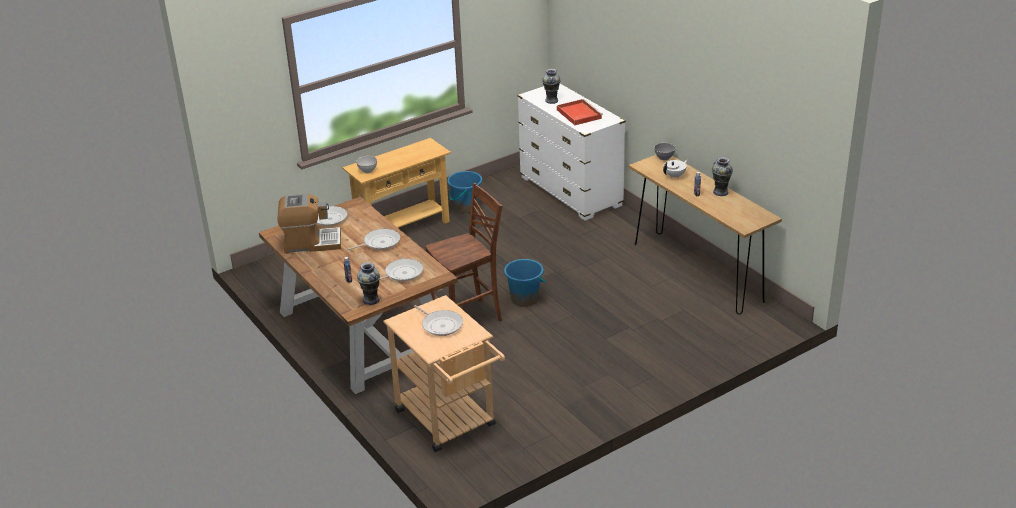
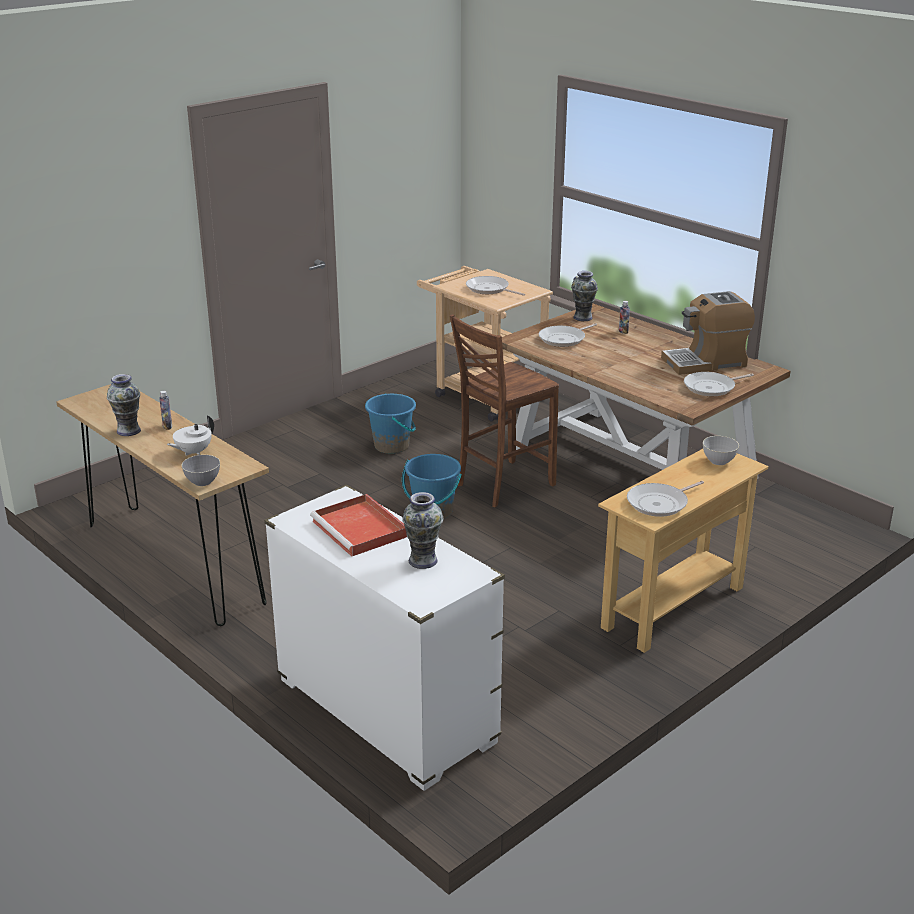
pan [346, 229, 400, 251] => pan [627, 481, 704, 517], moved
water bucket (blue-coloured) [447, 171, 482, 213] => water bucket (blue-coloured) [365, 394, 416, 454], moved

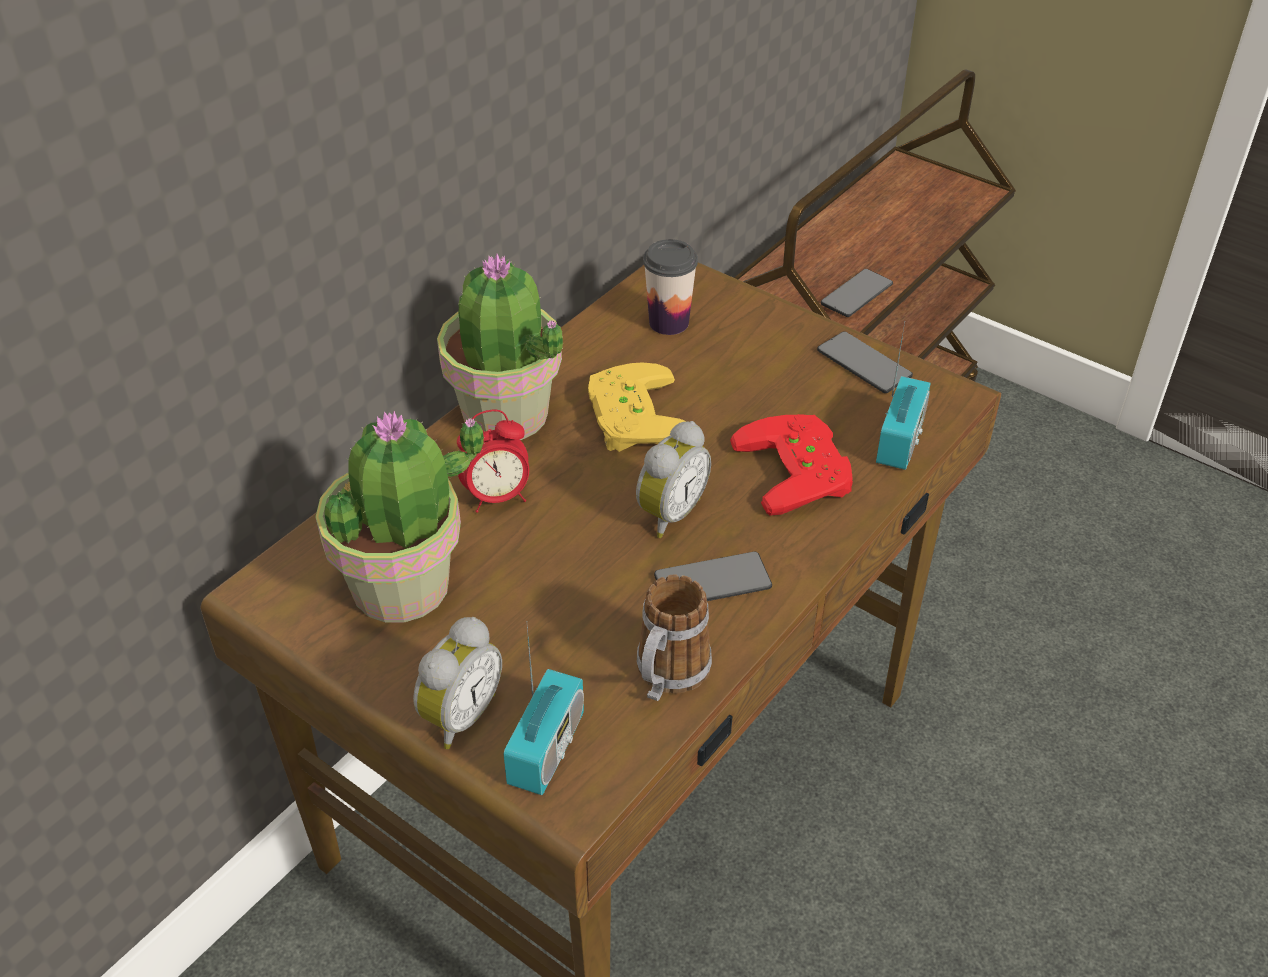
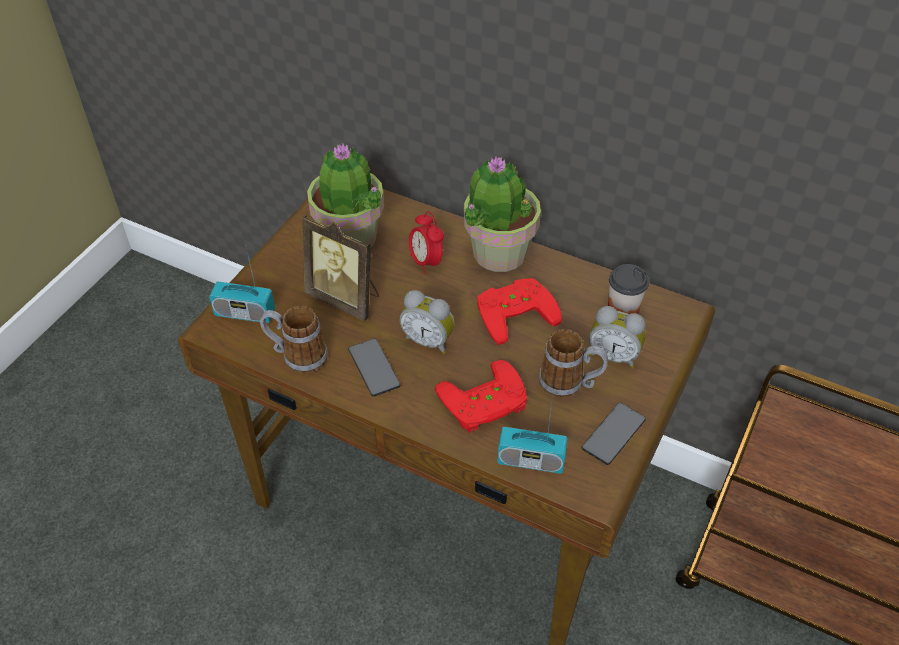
table clock [413, 617, 502, 749] => table clock [589, 306, 646, 368], moved
game controller (yellow) [588, 362, 686, 452] => game controller (reddish) [477, 278, 562, 345]
telephone [821, 269, 893, 317] => nothing
nothing => picture frame [303, 215, 379, 321]
nothing => tea mug [539, 329, 608, 398]

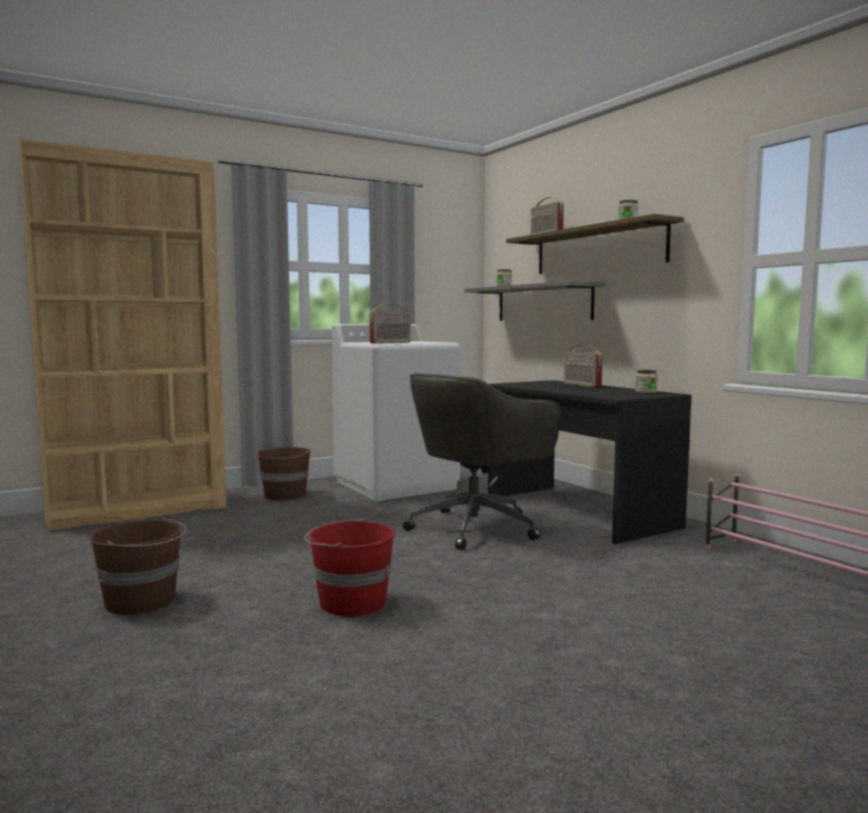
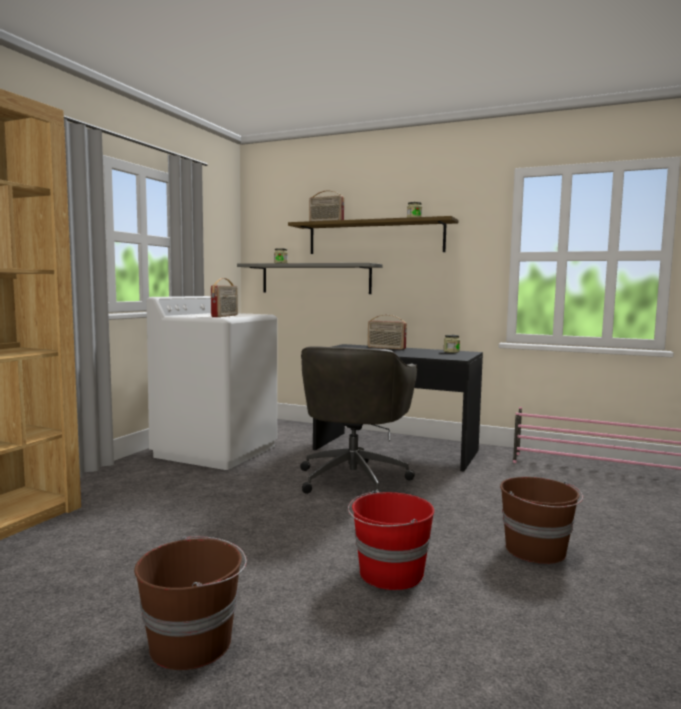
water bucket (brown-coloured) [255, 447, 311, 500] => water bucket (brown-coloured) [500, 477, 583, 564], moved

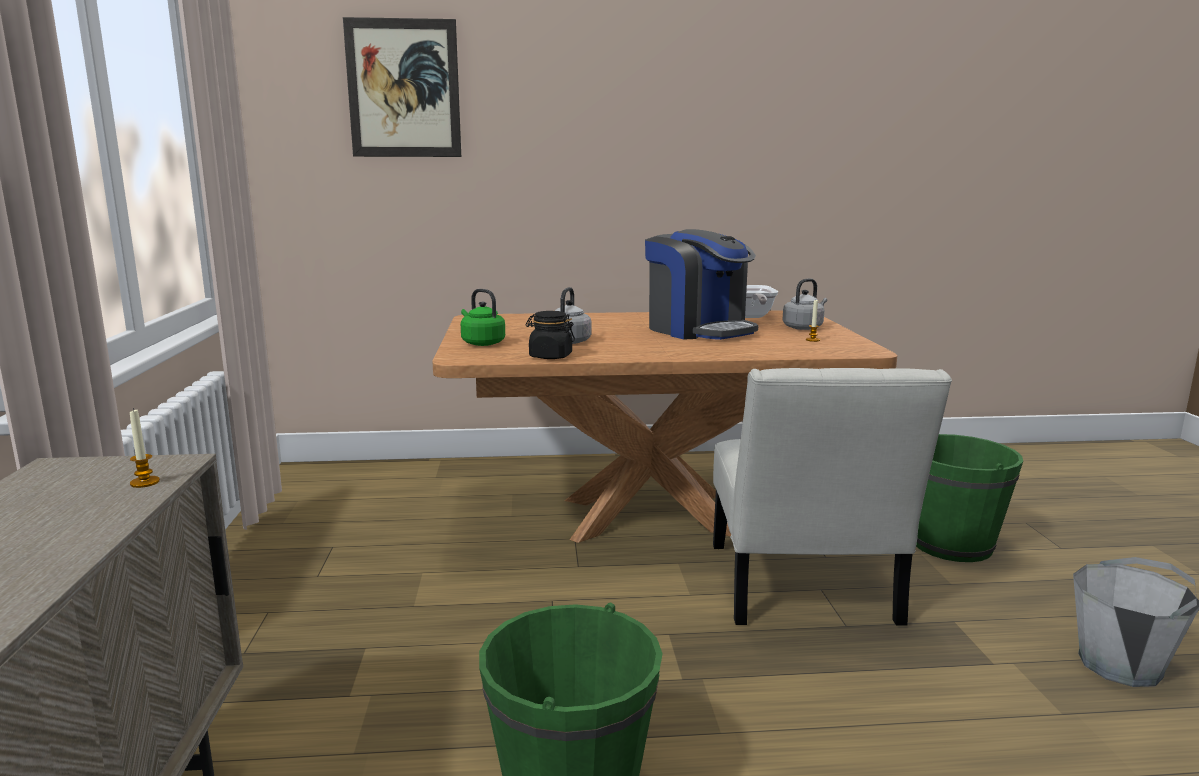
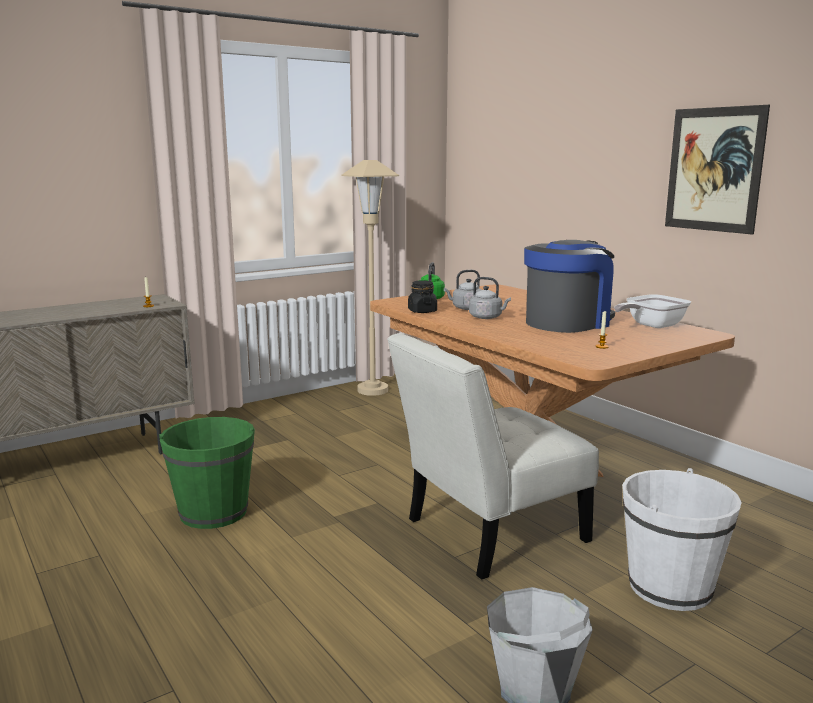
wall picture [343, 17, 461, 157] => wall picture [665, 105, 770, 235], moved
coffee brewer [645, 229, 759, 340] => coffee brewer [524, 240, 615, 333], 150 degrees counterclockwise
tea kettle (grey) [782, 278, 827, 330] => tea kettle (grey) [469, 277, 511, 319], moved
water bucket (greenish) [916, 434, 1023, 562] => water bucket (white) [622, 468, 742, 611]
nothing => floor lamp (beige) [342, 160, 399, 396]

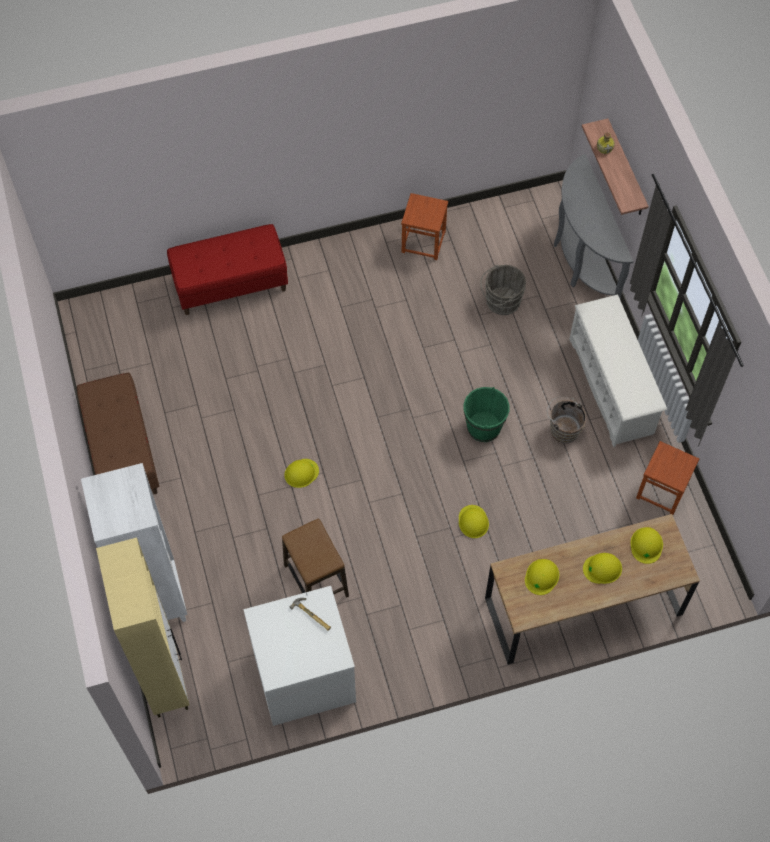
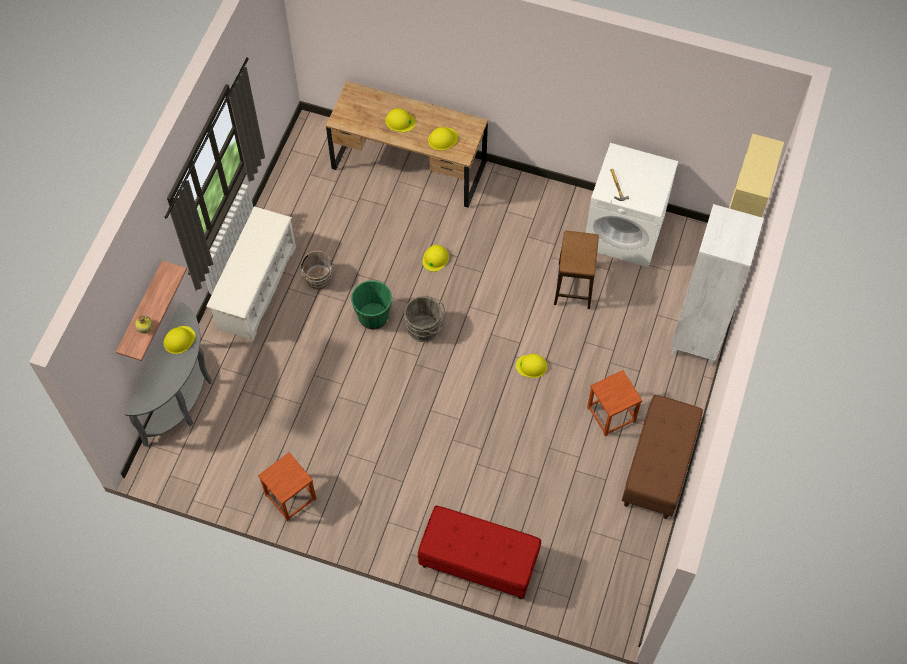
water bucket (grey) [480, 265, 526, 315] => water bucket (grey) [404, 295, 445, 342], moved
hard hat (yellow) [631, 527, 663, 564] => hard hat (yellow) [164, 326, 195, 354], moved
stool seat (brown-coloured) [636, 441, 699, 515] => stool seat (brown-coloured) [587, 370, 643, 436], moved

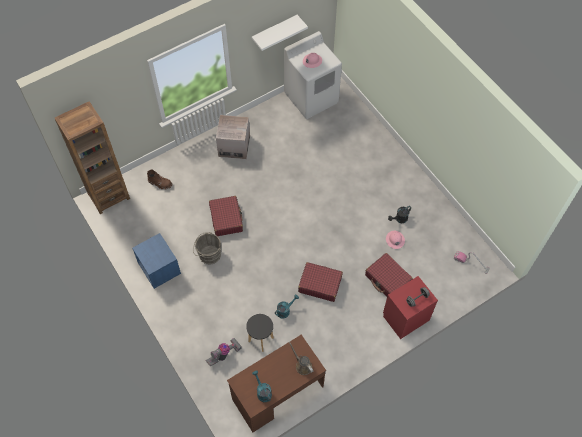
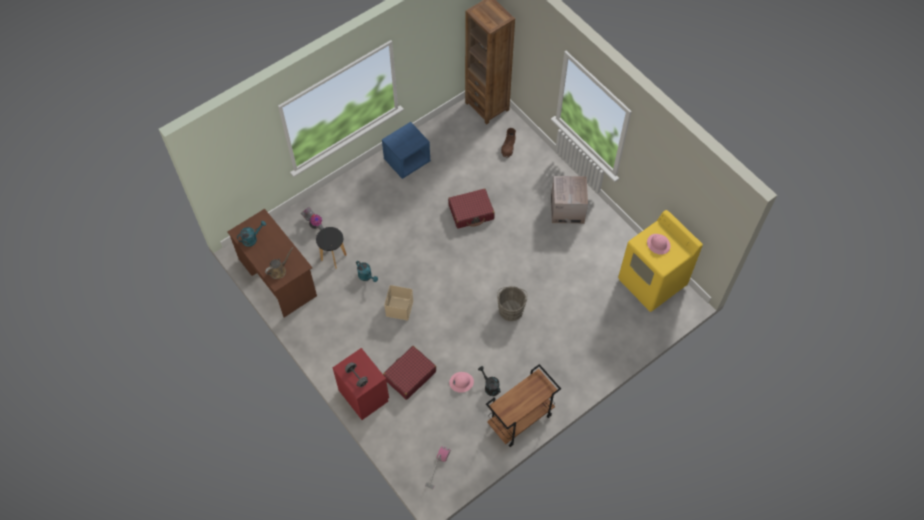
water bucket (grey) [193, 232, 222, 264] => water bucket (grey) [497, 286, 527, 321], moved
wall shelf (white) [252, 15, 308, 51] => nothing
laundry machine (white) [284, 31, 342, 119] => laundry machine (yellow) [618, 210, 703, 312]
piece of luggage (reddish) [298, 262, 343, 302] => storage bin (beige) [384, 285, 413, 321]
nothing => wheeled cart (brown-coloured) [486, 364, 561, 447]

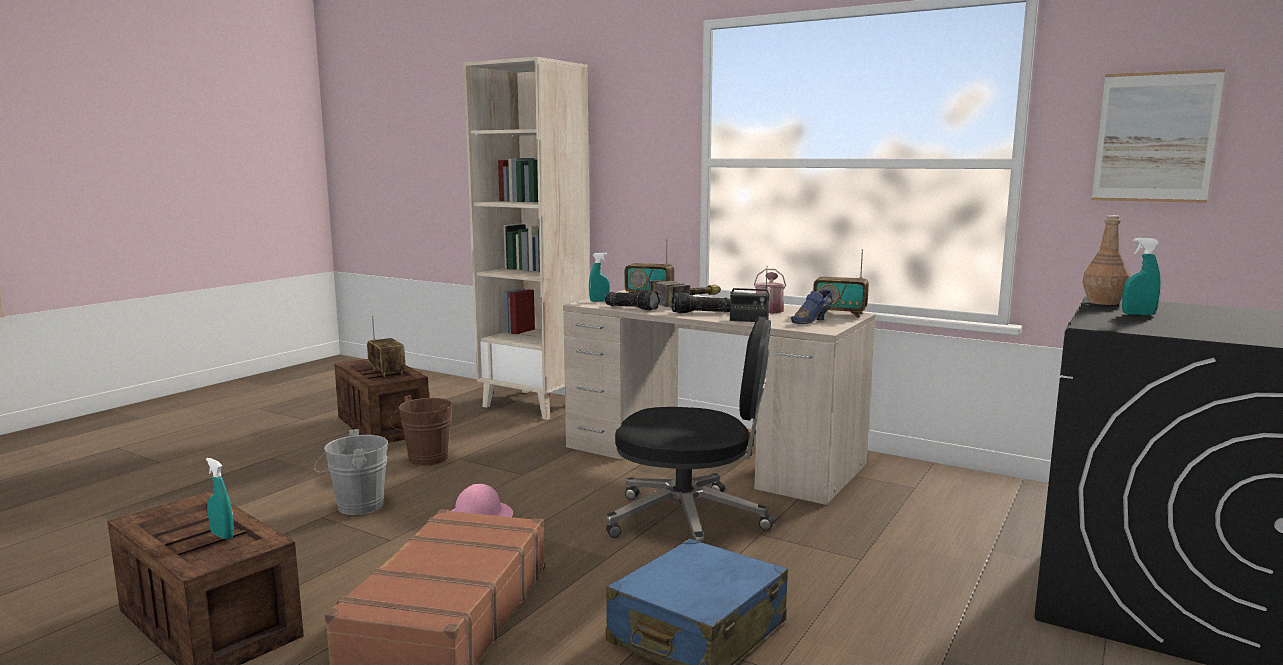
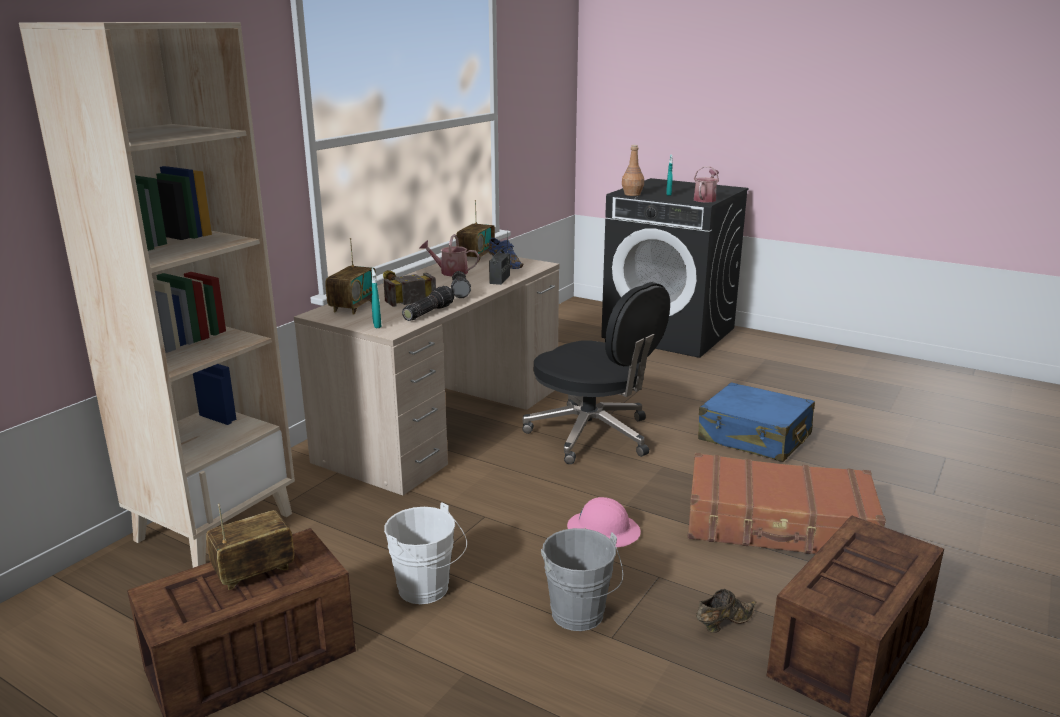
sprayer (blue-green) [206, 458, 234, 540] => nothing
water bucket (brown-coloured) [389, 395, 452, 466] => water bucket (white) [384, 502, 467, 604]
computer chair (black) [606, 317, 774, 544] => computer chair (black) [522, 282, 670, 464], 120 degrees clockwise
wall picture [1091, 69, 1225, 203] => nothing
nothing => watering pot [694, 166, 719, 203]
nothing => low shoe (brown-coloured) [696, 589, 756, 633]

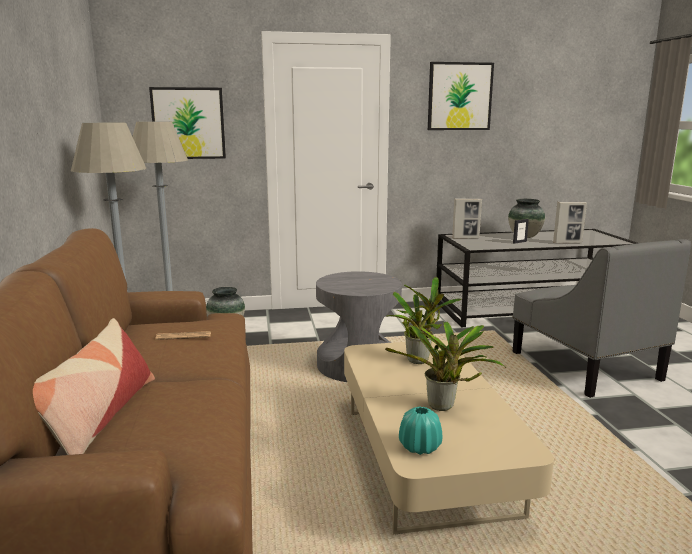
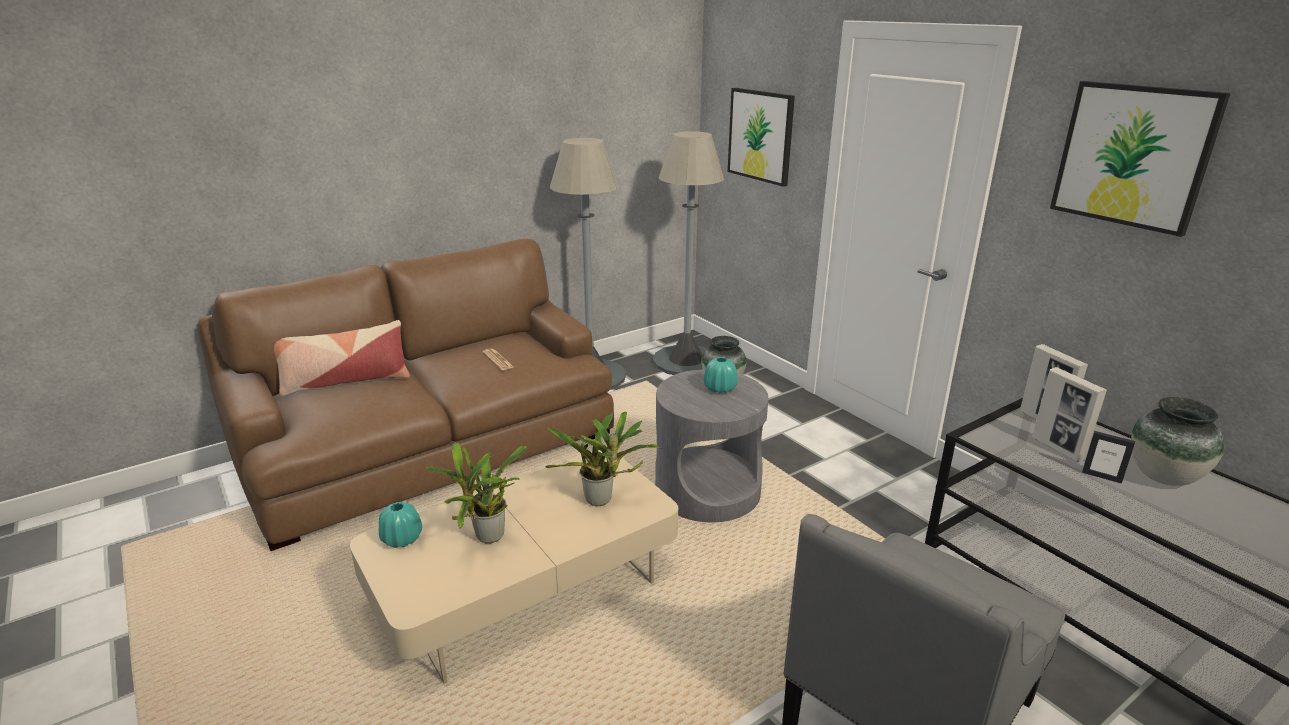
picture frame [553, 202, 587, 243] => picture frame [1032, 367, 1107, 462], moved
nothing => vase (blue-green) [704, 357, 738, 393]

